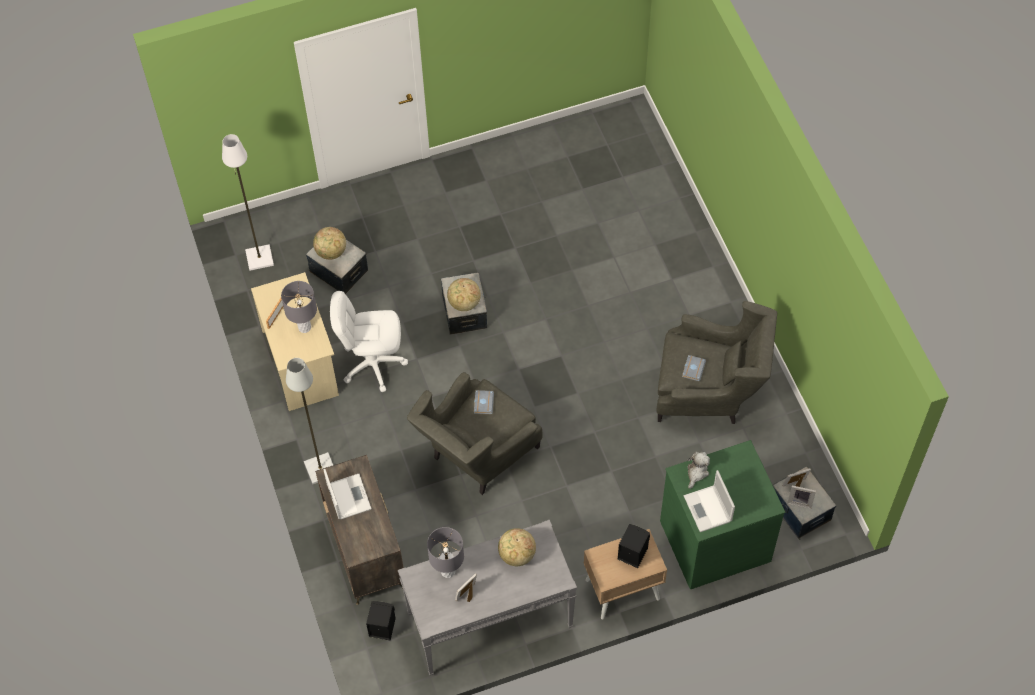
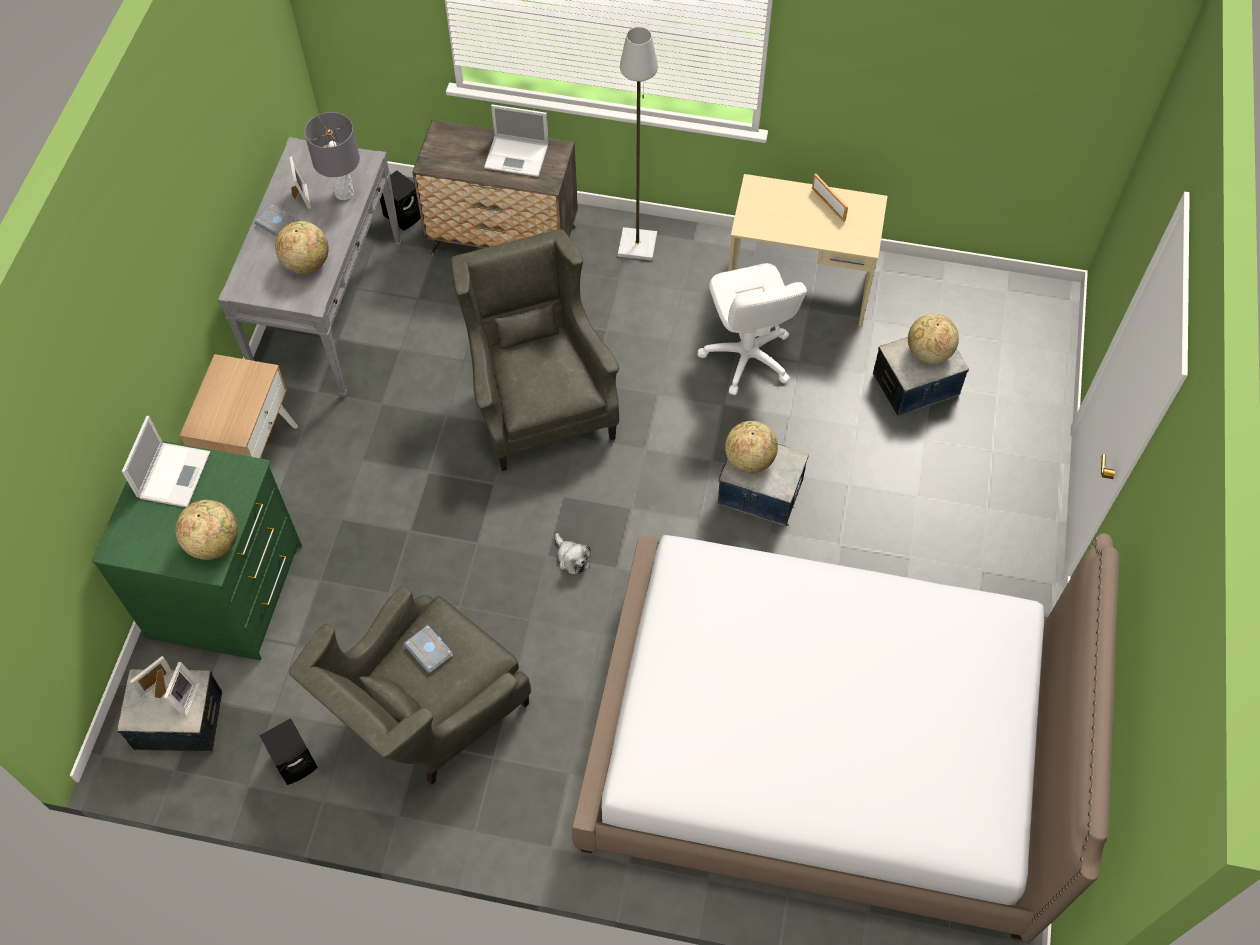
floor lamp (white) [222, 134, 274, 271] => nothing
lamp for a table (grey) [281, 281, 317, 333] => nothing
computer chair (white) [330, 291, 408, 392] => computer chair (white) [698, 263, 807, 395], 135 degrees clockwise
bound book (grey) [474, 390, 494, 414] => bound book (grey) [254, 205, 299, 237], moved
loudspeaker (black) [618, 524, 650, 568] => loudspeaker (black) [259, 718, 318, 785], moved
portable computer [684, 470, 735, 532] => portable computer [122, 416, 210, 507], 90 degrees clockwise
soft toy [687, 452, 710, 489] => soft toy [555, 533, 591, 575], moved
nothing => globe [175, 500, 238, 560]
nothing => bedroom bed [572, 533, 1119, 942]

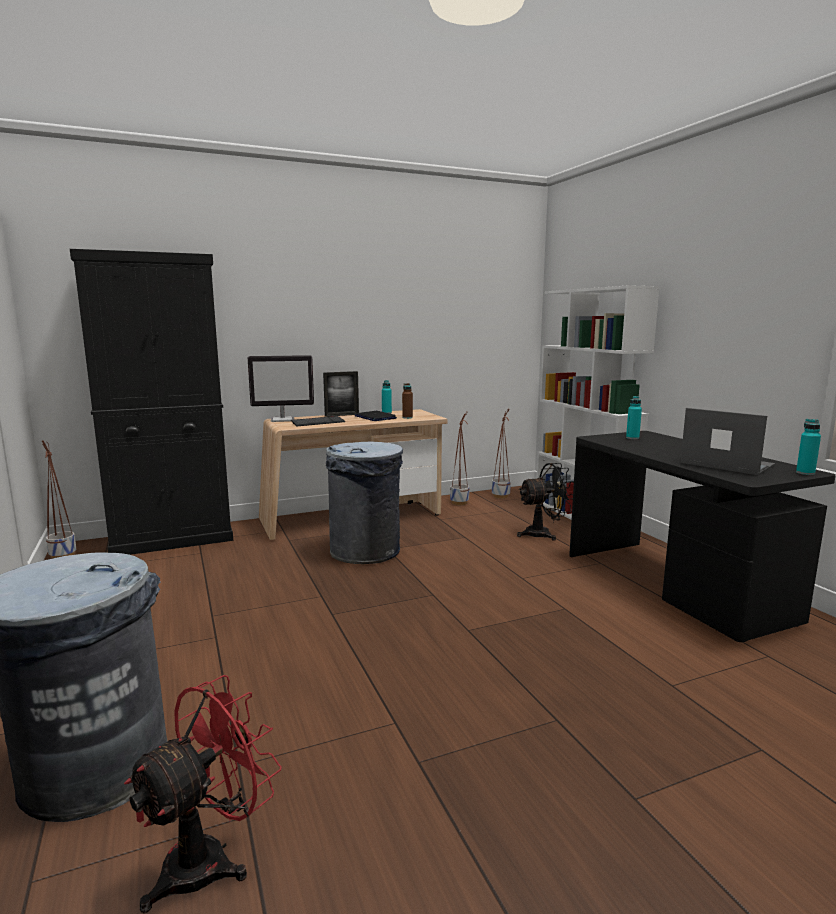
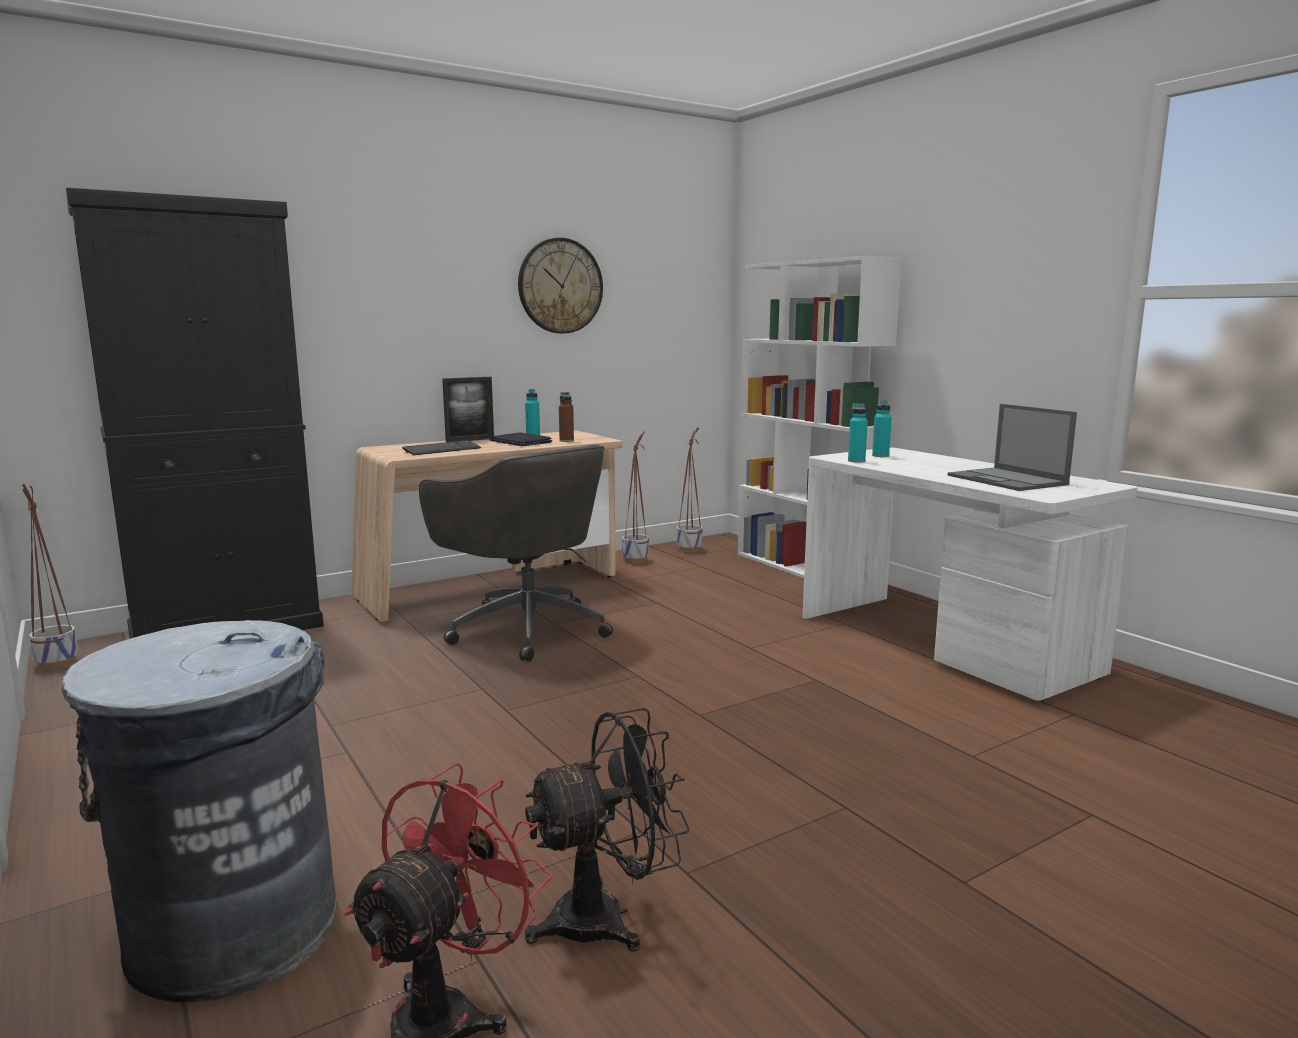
computer screen [247, 355, 314, 422] => nothing
trash can (grey) [326, 442, 403, 564] => computer chair (grey) [419, 444, 613, 662]
electric fan (black) [517, 463, 574, 541] => electric fan (black) [525, 708, 690, 952], moved
desk (black) [569, 431, 836, 642] => desk (white) [803, 447, 1138, 701]
portable computer [680, 408, 775, 476] => portable computer [948, 404, 1077, 491], 150 degrees counterclockwise
bottle (blue-green) [796, 419, 821, 475] => bottle (blue-green) [848, 403, 868, 463], moved
nothing => clock on the wall [518, 238, 603, 334]

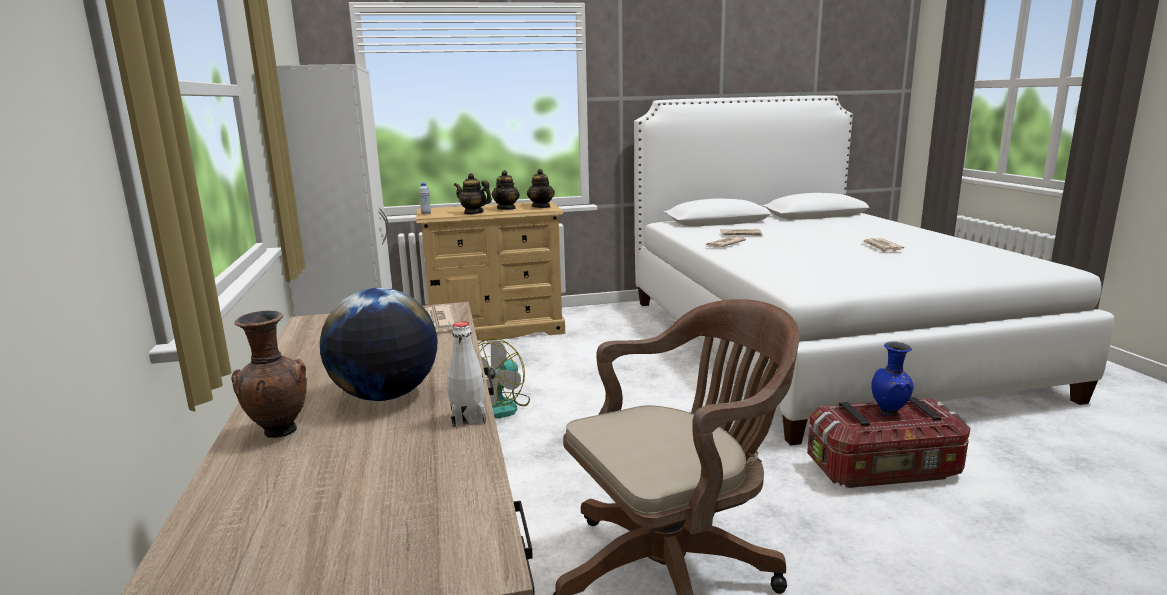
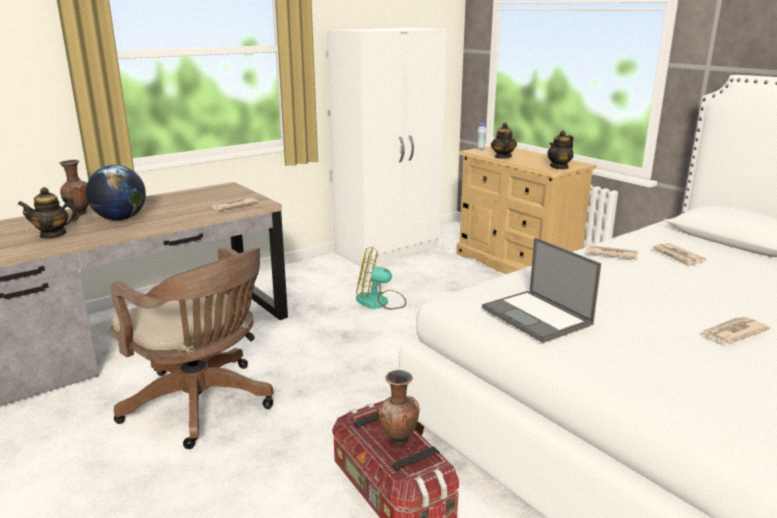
bottle (white) [447, 322, 486, 427] => nothing
pot for tea [492, 170, 520, 210] => pot for tea [18, 187, 80, 239], moved
vase (blue-coloured) [871, 341, 914, 417] => vase (brown-coloured) [377, 370, 420, 446]
nothing => portable computer [482, 237, 601, 343]

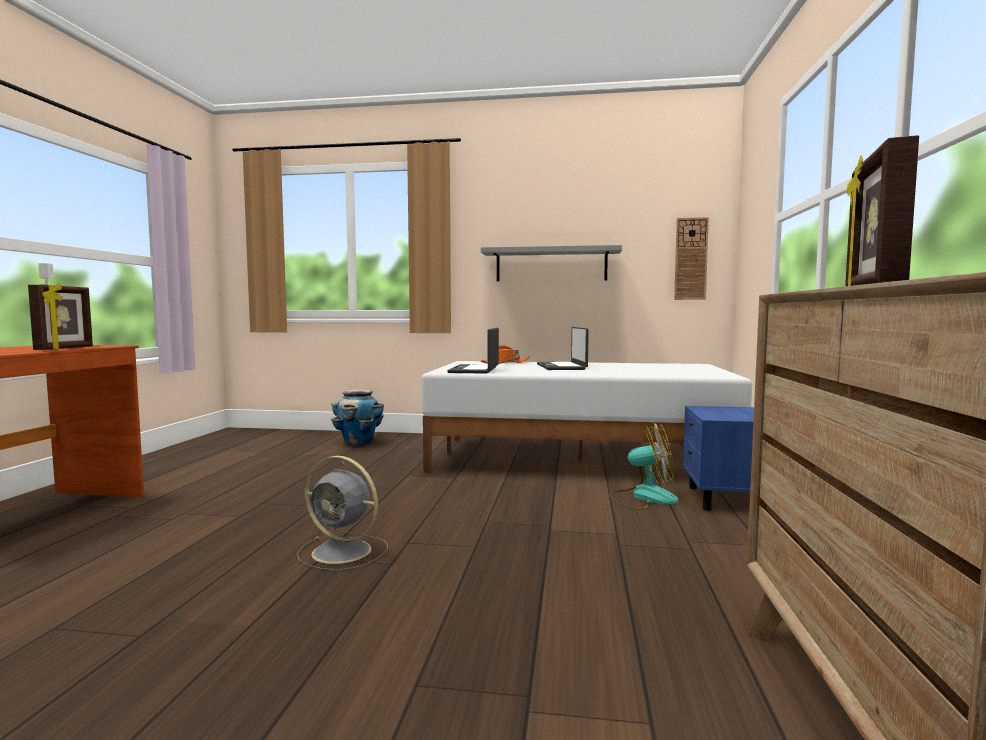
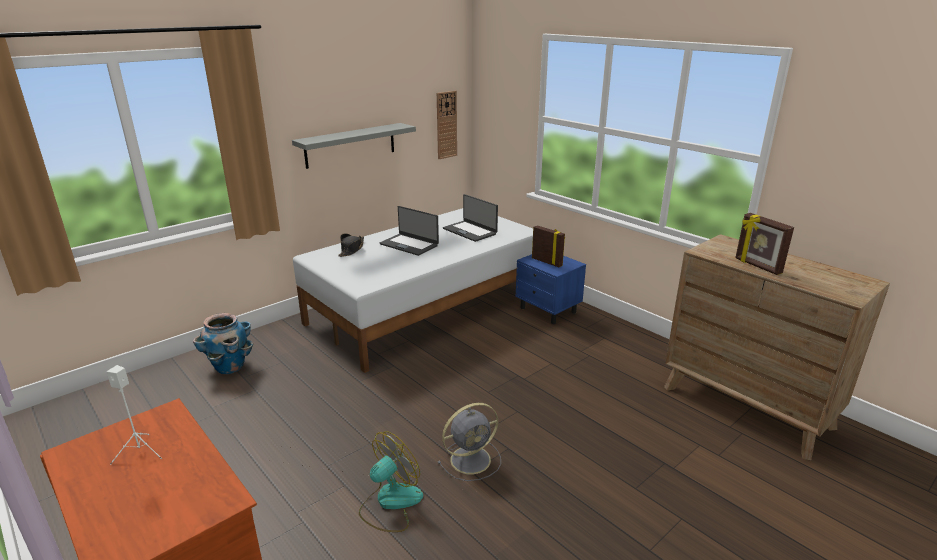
picture frame [28, 283, 93, 351] => picture frame [532, 225, 565, 267], moved
portable computer [447, 328, 499, 374] => portable computer [443, 194, 498, 242], moved
hat (orange) [481, 345, 530, 364] => hat (black) [338, 233, 364, 257]
electric fan [610, 422, 679, 510] => electric fan [359, 431, 423, 532], moved

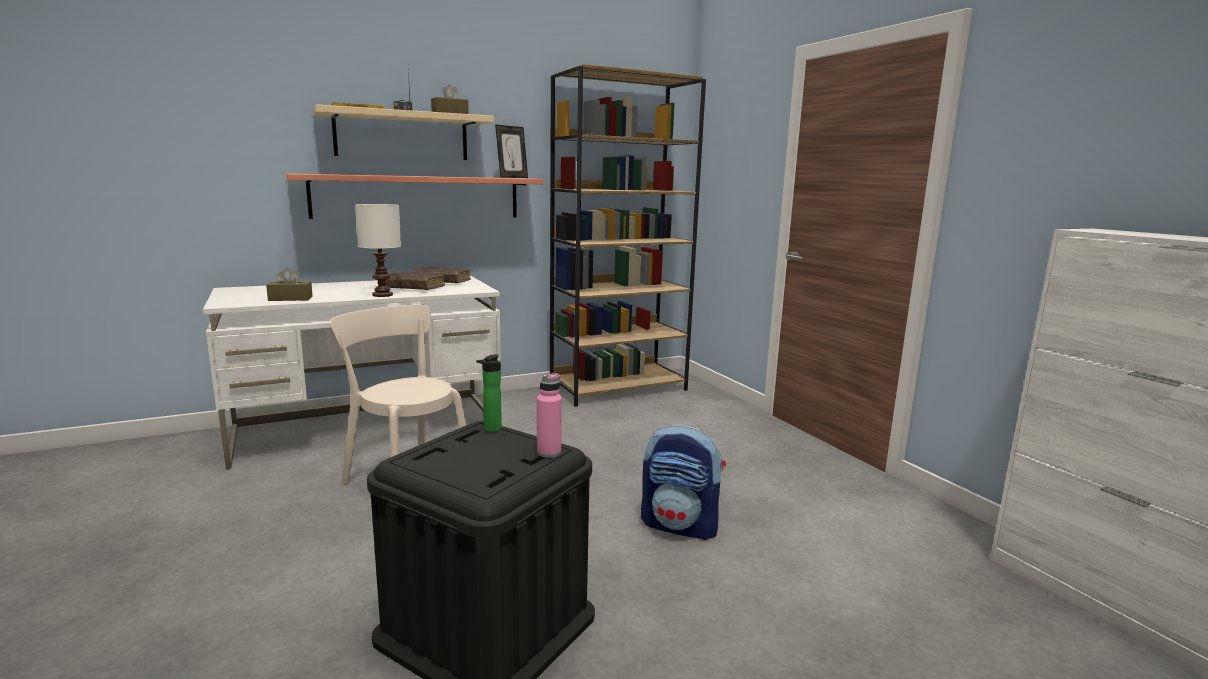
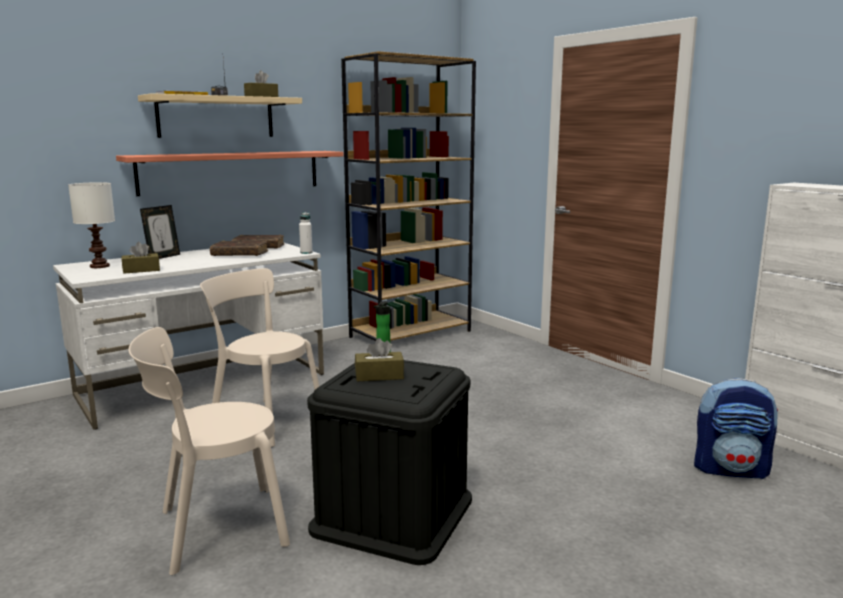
lamp for a table (white) [355, 204, 401, 297] => lamp for a table (white) [68, 182, 115, 268], moved
picture frame [495, 125, 528, 178] => picture frame [140, 205, 180, 259], moved
bottle (pink) [537, 373, 562, 458] => nothing
knapsack [641, 425, 726, 540] => knapsack [694, 378, 778, 479], moved
nothing => plain chair (beige) [128, 327, 290, 575]
nothing => bottle (white) [299, 212, 313, 254]
nothing => tissue box (brown-coloured) [355, 338, 404, 381]

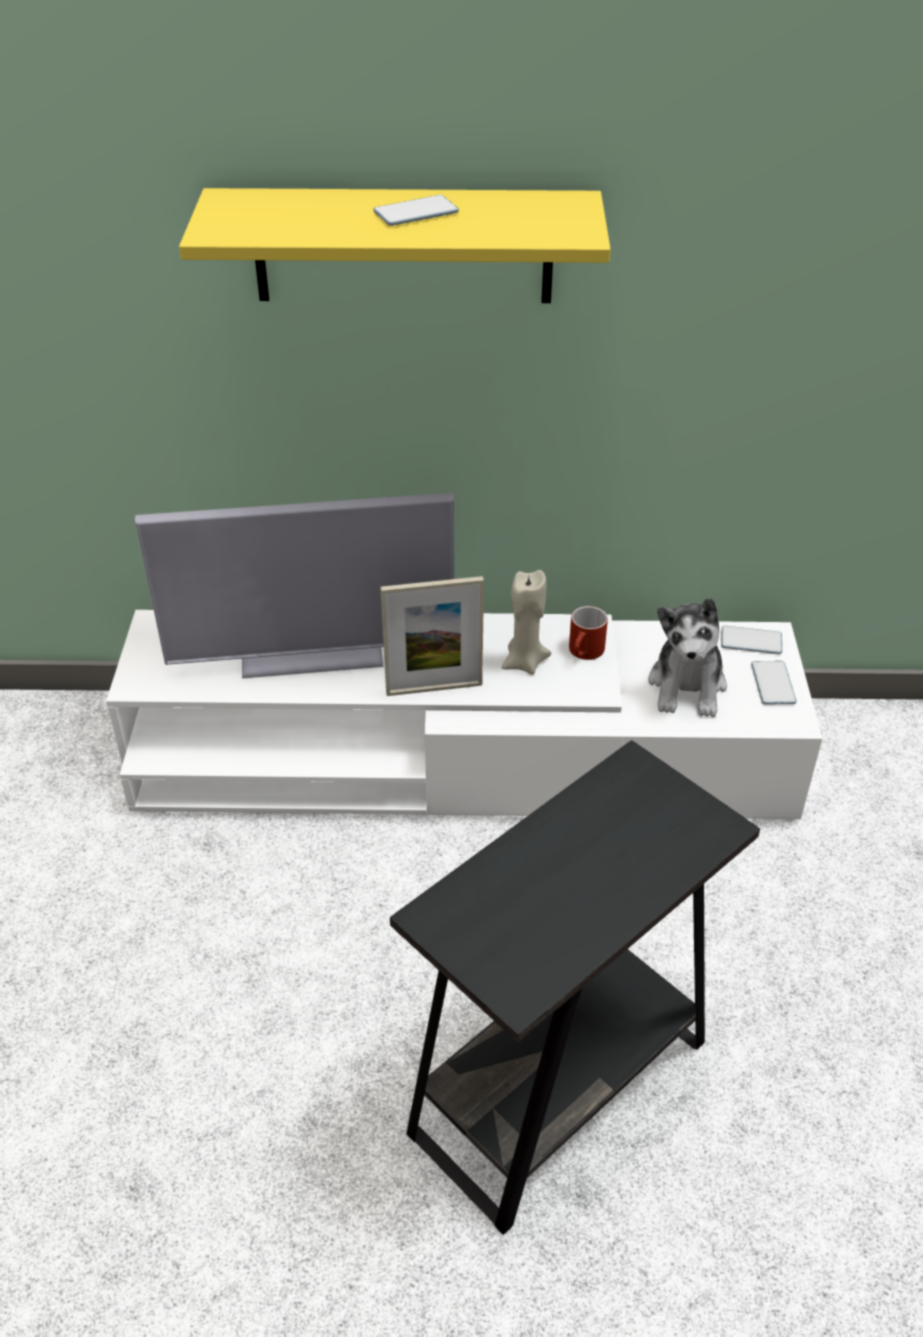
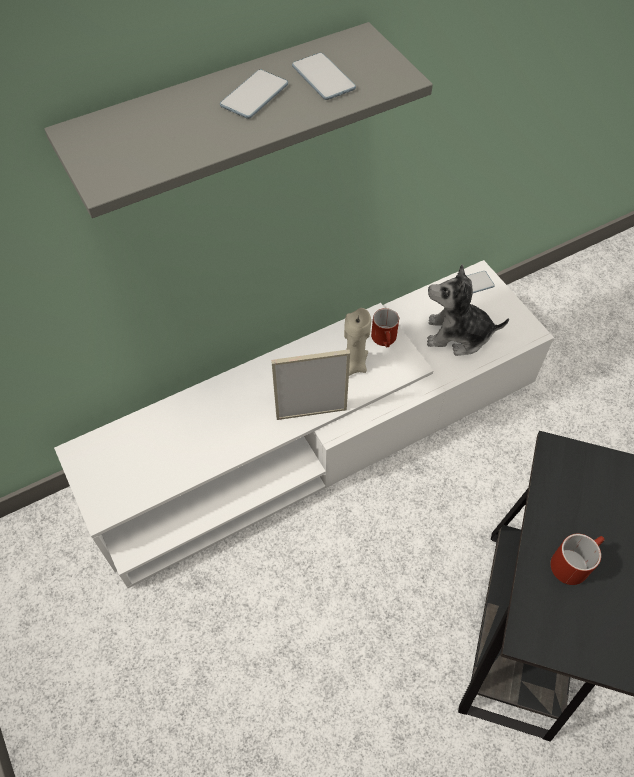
TV [135, 493, 454, 678] => nothing
wall shelf (yellow) [179, 188, 611, 303] => wall shelf (grey) [44, 22, 433, 218]
picture frame [380, 576, 484, 696] => picture frame [271, 349, 350, 420], 150 degrees counterclockwise
soft toy [648, 598, 727, 717] => soft toy [427, 264, 509, 356], 120 degrees clockwise
telephone [751, 661, 797, 704] => telephone [292, 53, 356, 100], moved
nothing => tea mug (reddish) [550, 534, 605, 585]

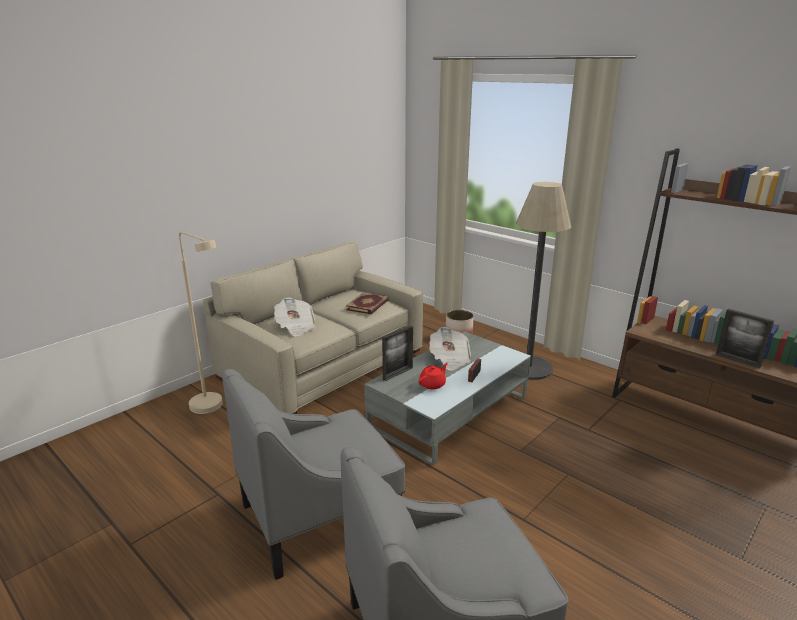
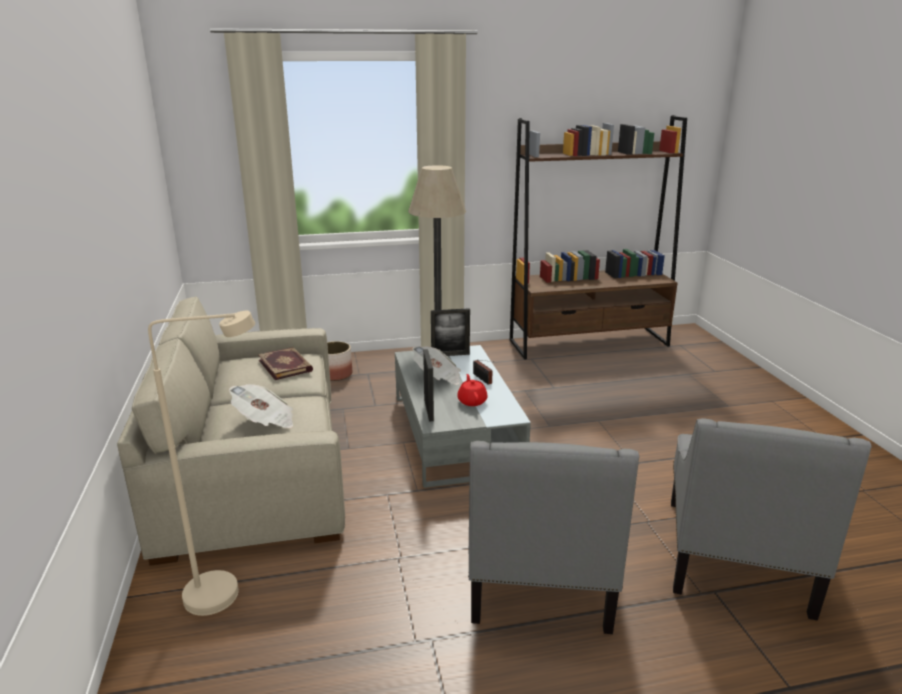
picture frame [716, 309, 774, 369] => picture frame [431, 308, 470, 356], moved

